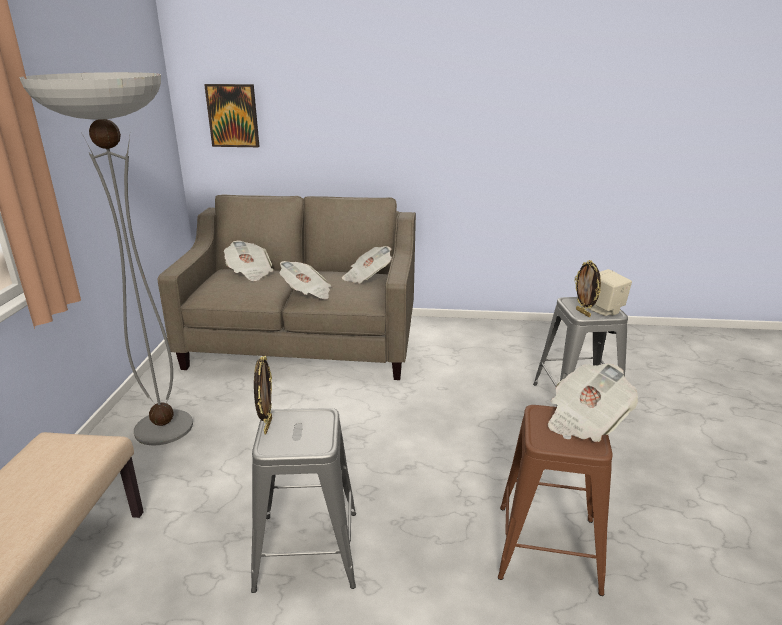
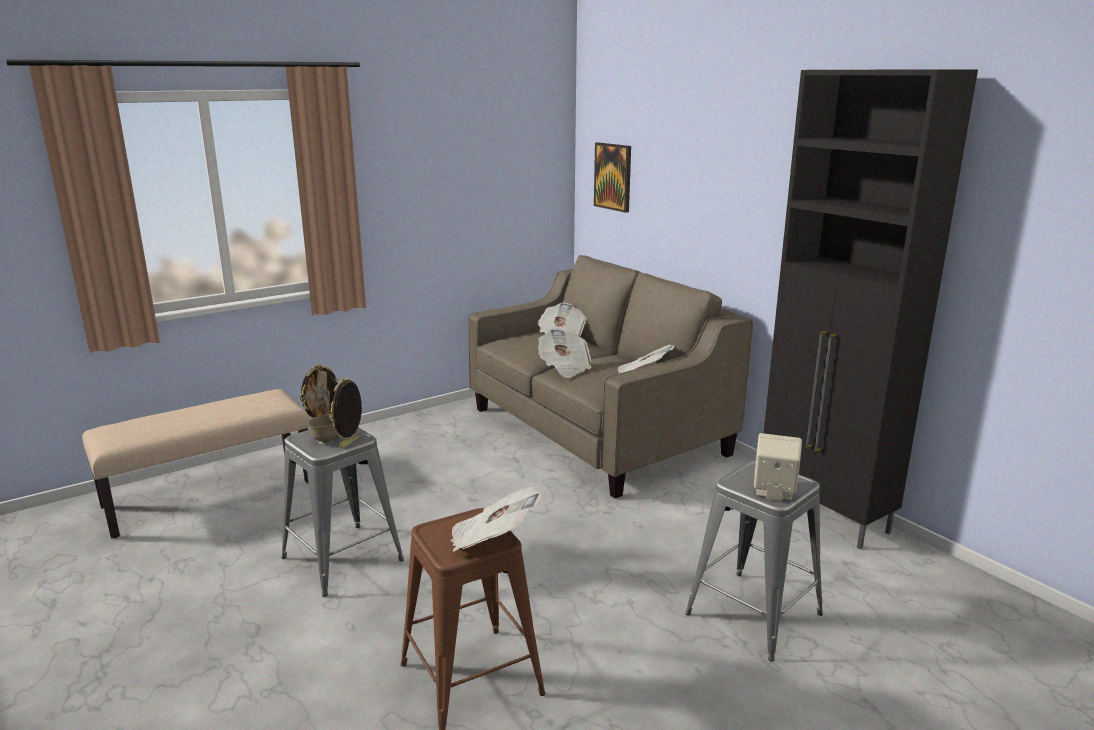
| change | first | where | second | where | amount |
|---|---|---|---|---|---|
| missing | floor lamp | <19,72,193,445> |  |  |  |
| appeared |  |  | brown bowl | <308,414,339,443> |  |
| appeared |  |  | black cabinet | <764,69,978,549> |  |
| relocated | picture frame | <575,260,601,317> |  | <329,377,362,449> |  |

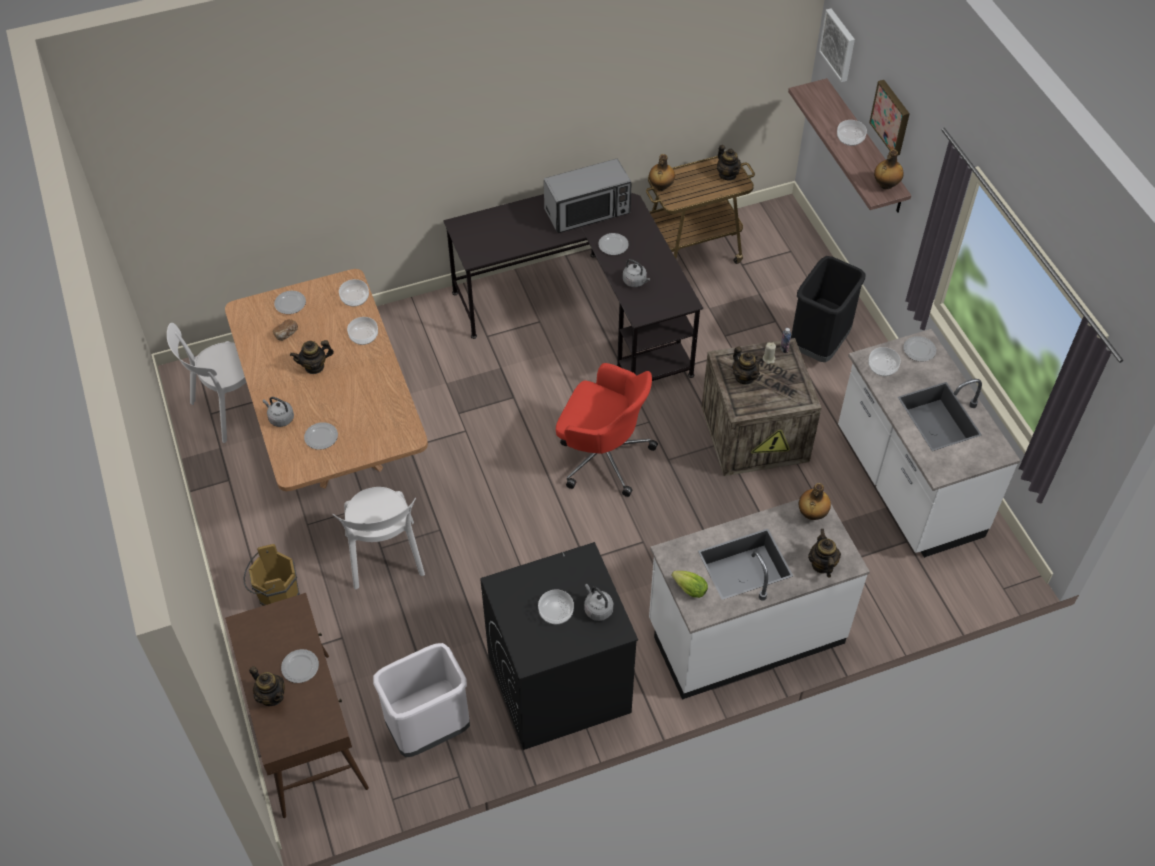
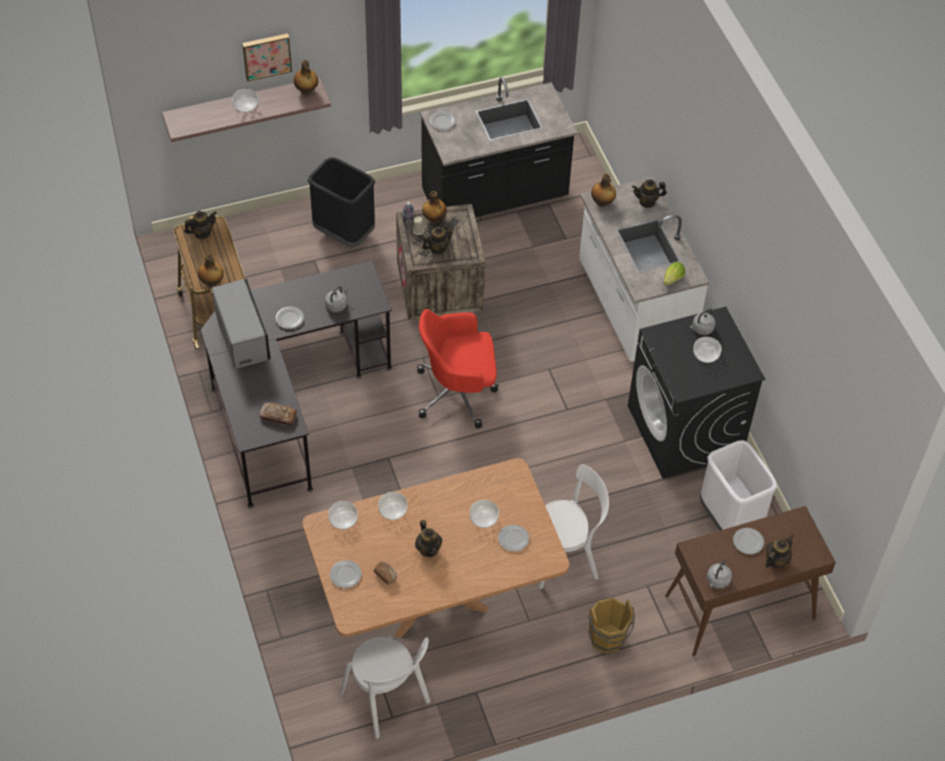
| change | first | where | second | where | amount |
|---|---|---|---|---|---|
| missing | picture | <819,8,855,82> |  |  |  |
| appeared |  |  | bread | <259,403,297,426> |  |
| appeared |  |  | bottle | <422,191,447,223> |  |
| relocated | grey kettle | <263,397,294,427> |  | <707,559,732,589> |  |
| relocated | bowl | <868,347,901,376> |  | <470,500,499,528> |  |
| colour | white counter | <838,329,1020,558> | black counter | <420,77,577,217> |  |
| spun | red office chair | <556,363,658,497> |  | <417,309,499,428> | 120 degrees counterclockwise |

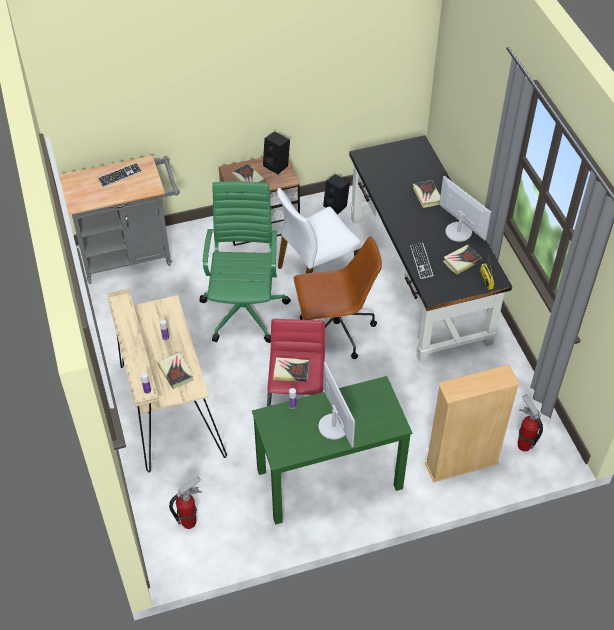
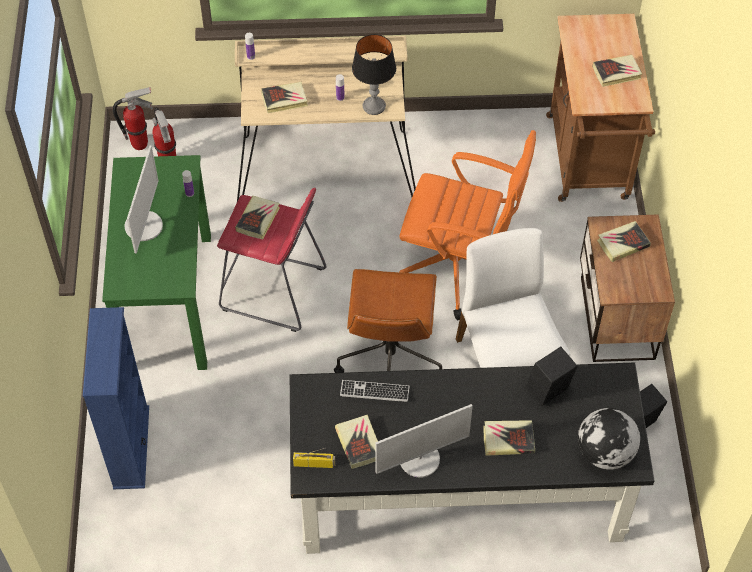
| change | first | where | second | where | amount |
|---|---|---|---|---|---|
| appeared |  |  | table lamp | <352,34,396,115> |  |
| appeared |  |  | globe | <578,408,640,470> |  |
| relocated | black speaker | <263,132,290,174> |  | <526,347,578,406> |  |
| relocated | fire extinguisher | <518,394,543,452> |  | <113,87,153,150> |  |
| exchanged | keyboard | <98,163,142,187> | book | <593,55,642,87> |  |
| colour | grey cart | <59,155,180,284> | brown cart | <546,14,655,202> |  |
| colour | green office chair | <199,181,291,343> | orange office chair | <399,130,536,321> |  |
| colour | beige bookcase | <425,364,520,482> | blue bookcase | <83,307,149,489> |  |
| spun | monitor | <319,362,355,447> |  | <125,145,163,254> | 75 degrees counterclockwise |

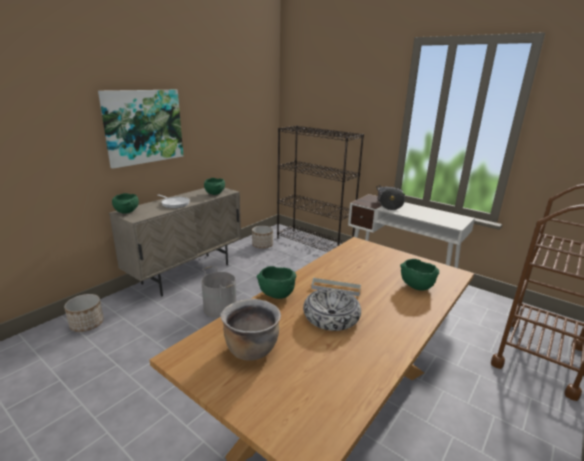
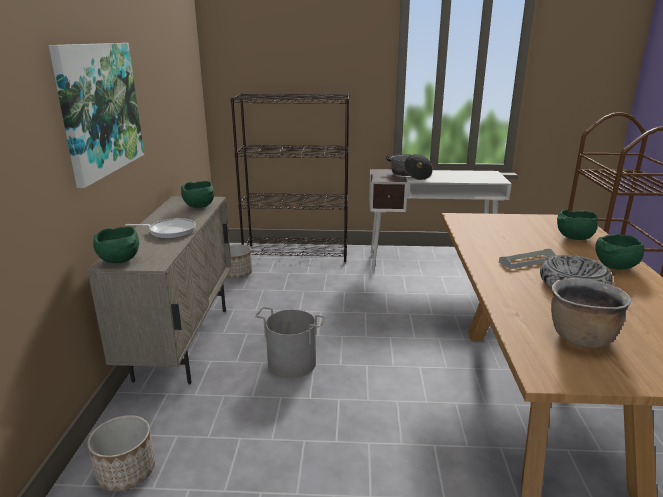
| change | first | where | second | where | amount |
|---|---|---|---|---|---|
| relocated | green bowl | <257,266,297,299> |  | <595,234,644,269> |  |

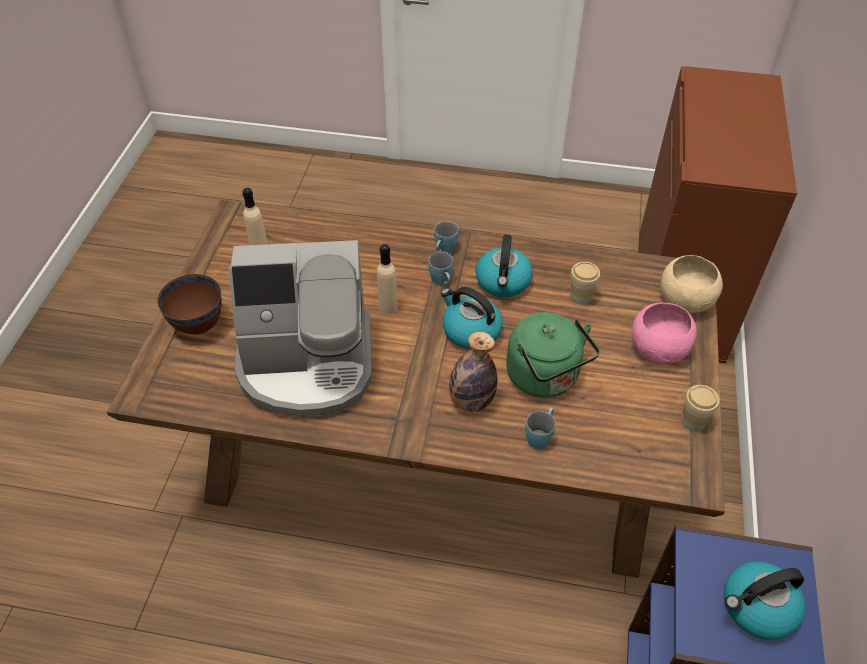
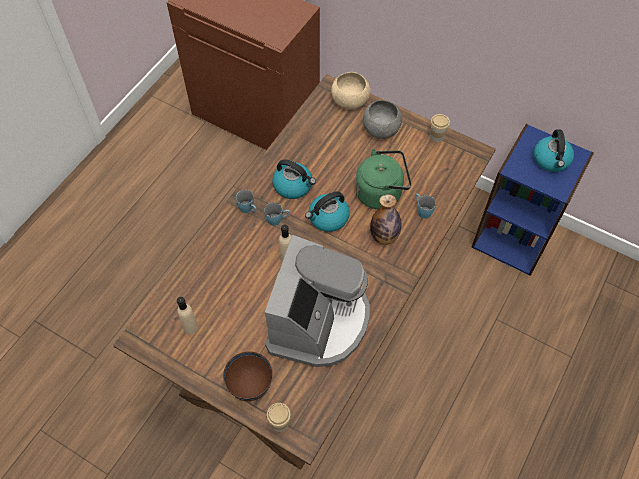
| change | first | where | second | where | amount |
|---|---|---|---|---|---|
| relocated | cup | <570,262,600,305> |  | <266,403,291,432> |  |
| colour | pink bowl | <632,302,697,364> | grey bowl | <363,100,402,139> |  |

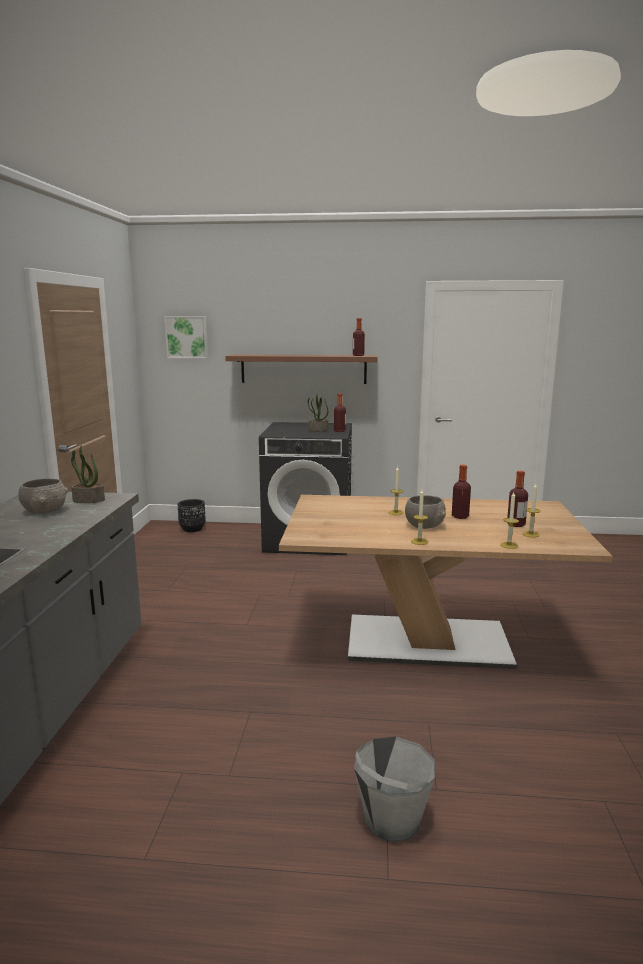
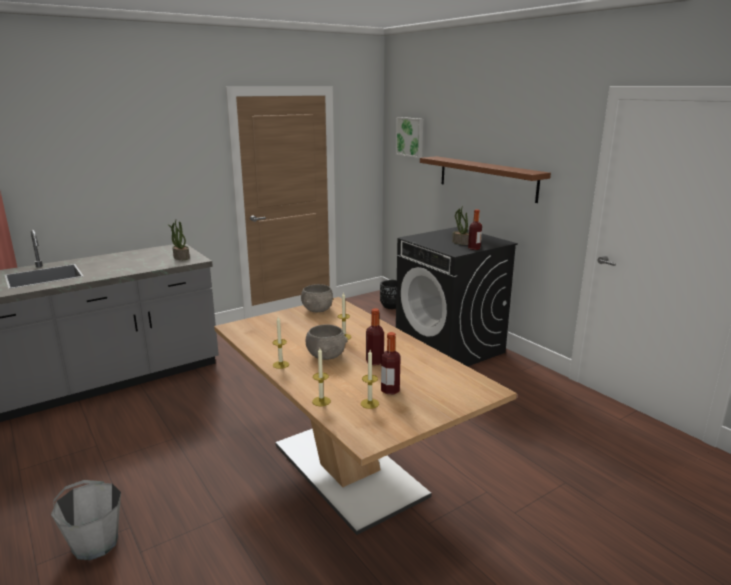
| change | first | where | second | where | amount |
|---|---|---|---|---|---|
| missing | bottle | <353,318,365,356> |  |  |  |
| relocated | grey bowl | <18,478,68,514> |  | <301,284,333,312> |  |

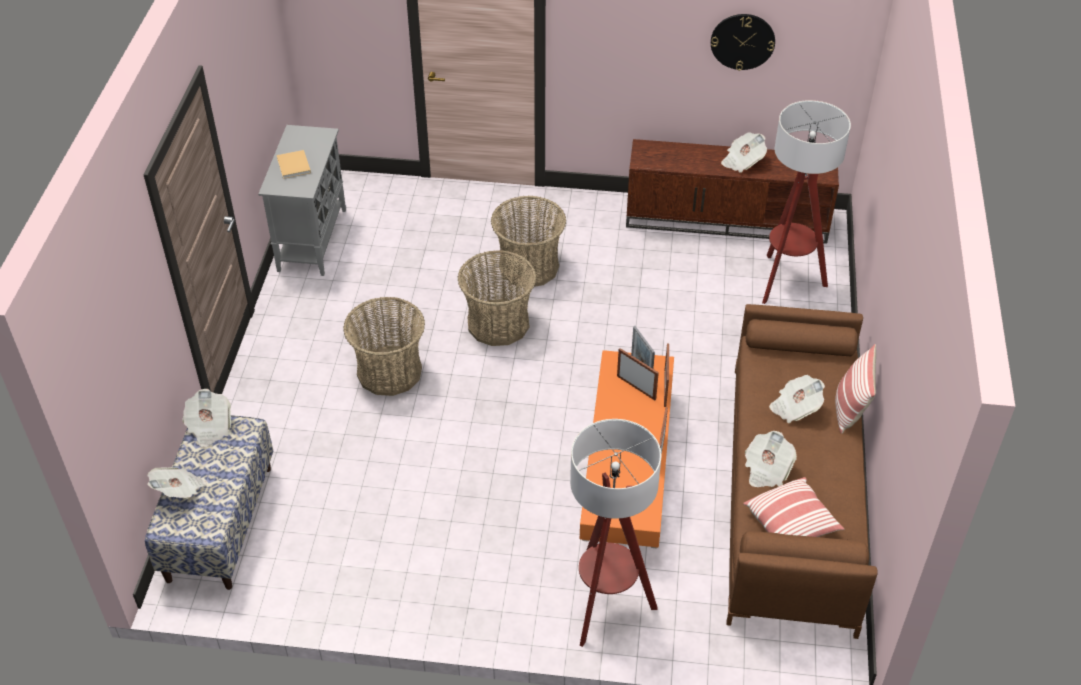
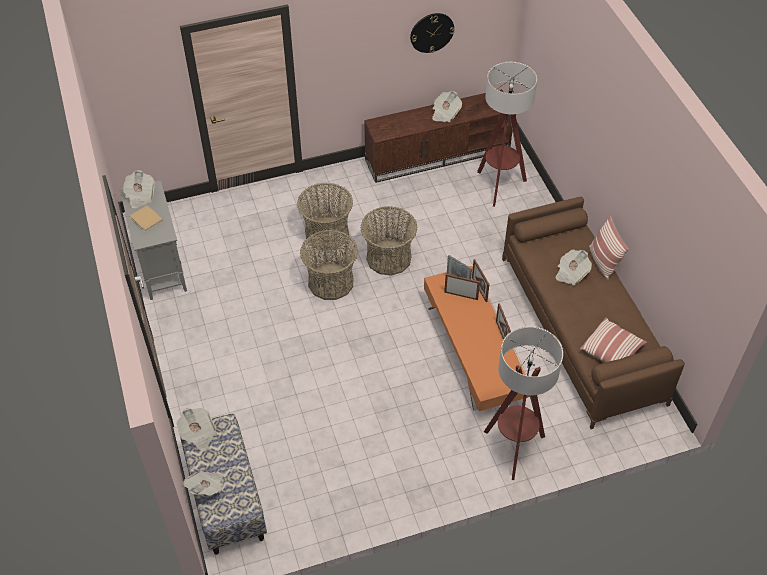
| change | first | where | second | where | amount |
|---|---|---|---|---|---|
| relocated | basket | <343,297,425,396> |  | <361,206,417,276> |  |
| relocated | newspaper | <745,431,797,487> |  | <123,170,155,208> |  |

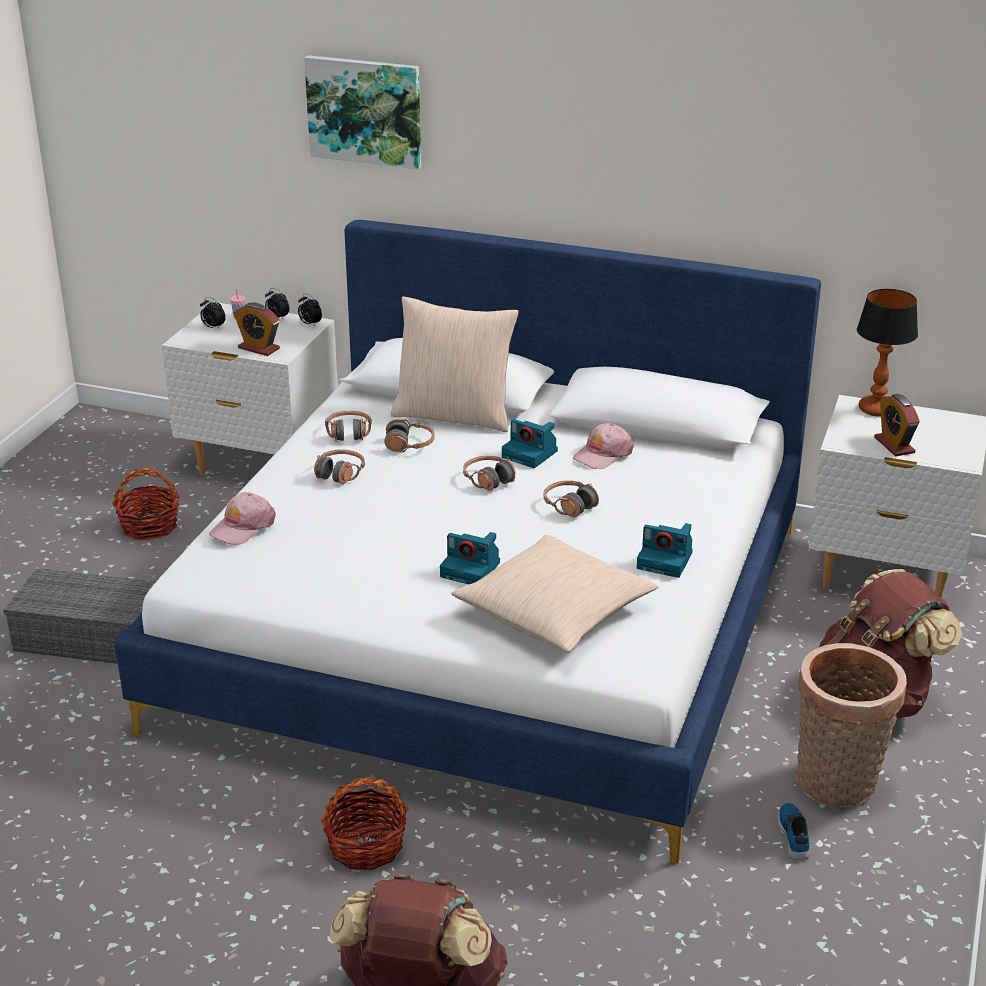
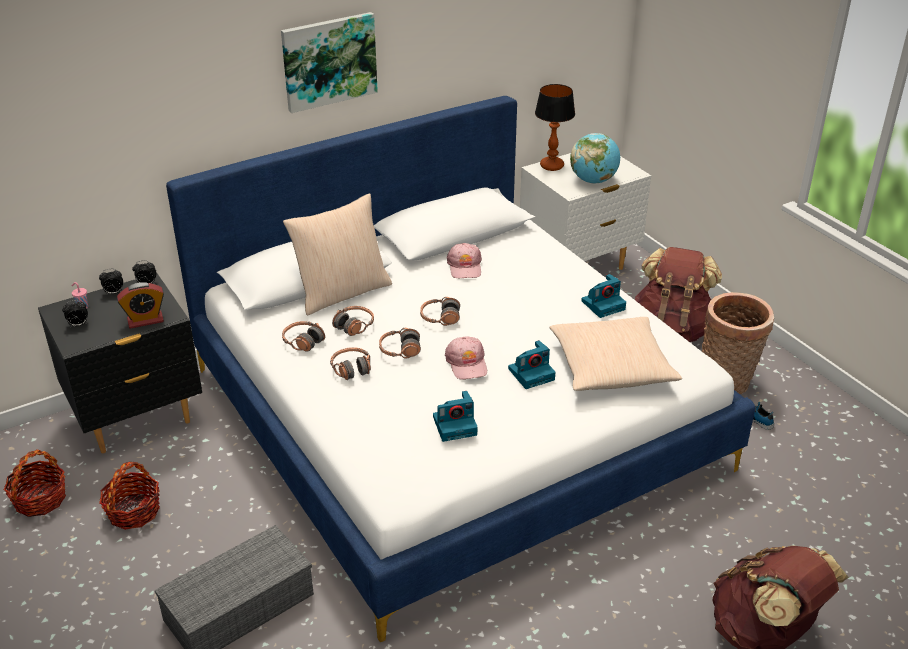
| change | first | where | second | where | amount |
|---|---|---|---|---|---|
| relocated | pink cap | <209,492,276,545> |  | <445,336,487,380> |  |
| relocated | picture | <304,55,421,169> |  | <281,12,378,113> |  |
| relocated | basket | <321,777,408,870> |  | <4,449,66,517> |  |
| relocated | photo camera | <502,419,558,468> |  | <433,391,478,442> |  |
| relocated | headphones | <544,480,599,517> |  | <379,328,421,359> |  |
| exchanged | alarm clock | <874,394,920,456> | globe | <570,133,620,184> |  |
| colour | white nightstand | <162,302,338,475> | black nightstand | <38,273,202,454> |  |

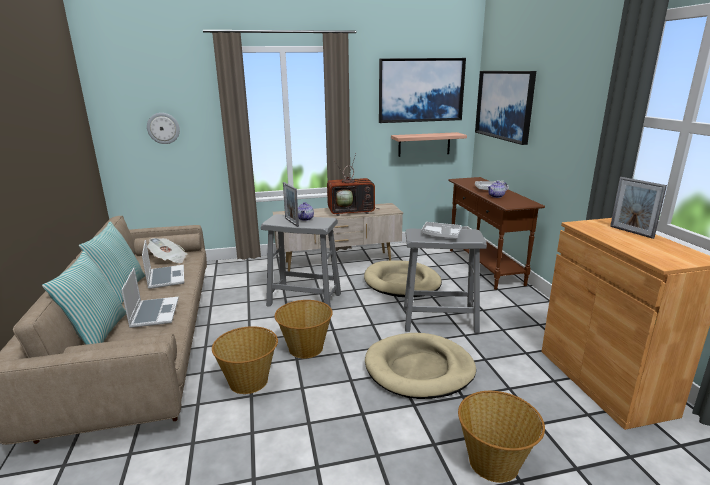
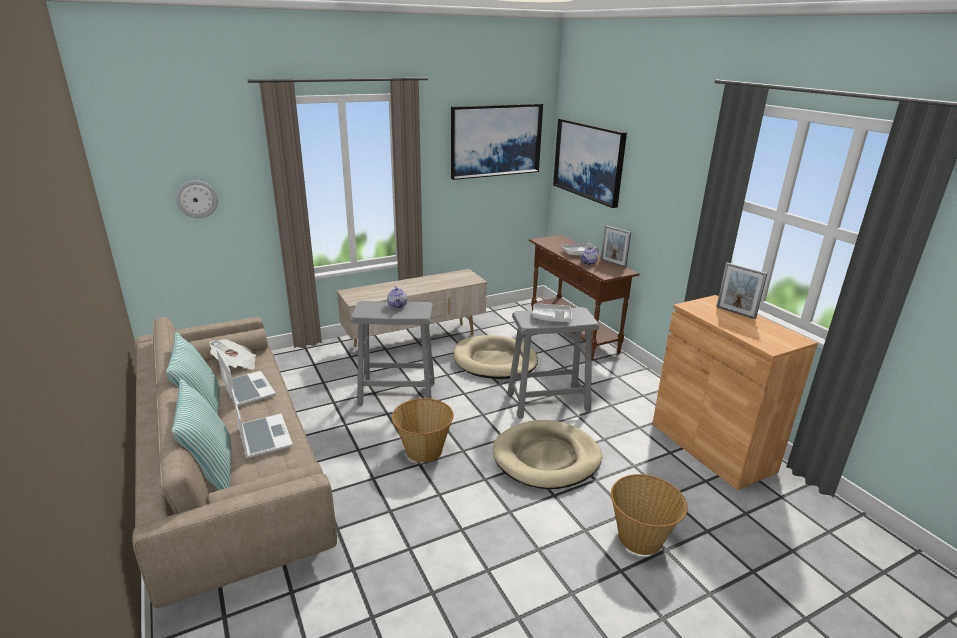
| change | first | where | second | where | amount |
|---|---|---|---|---|---|
| missing | basket | <212,326,278,394> |  |  |  |
| missing | television | <327,154,380,216> |  |  |  |
| missing | shelf | <391,132,467,157> |  |  |  |
| relocated | picture frame | <283,182,299,227> |  | <601,225,631,268> |  |

